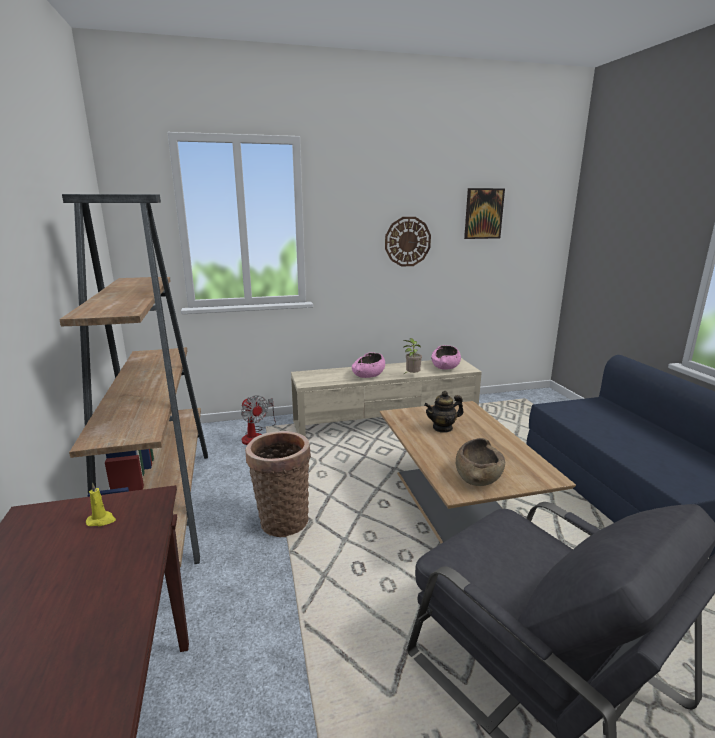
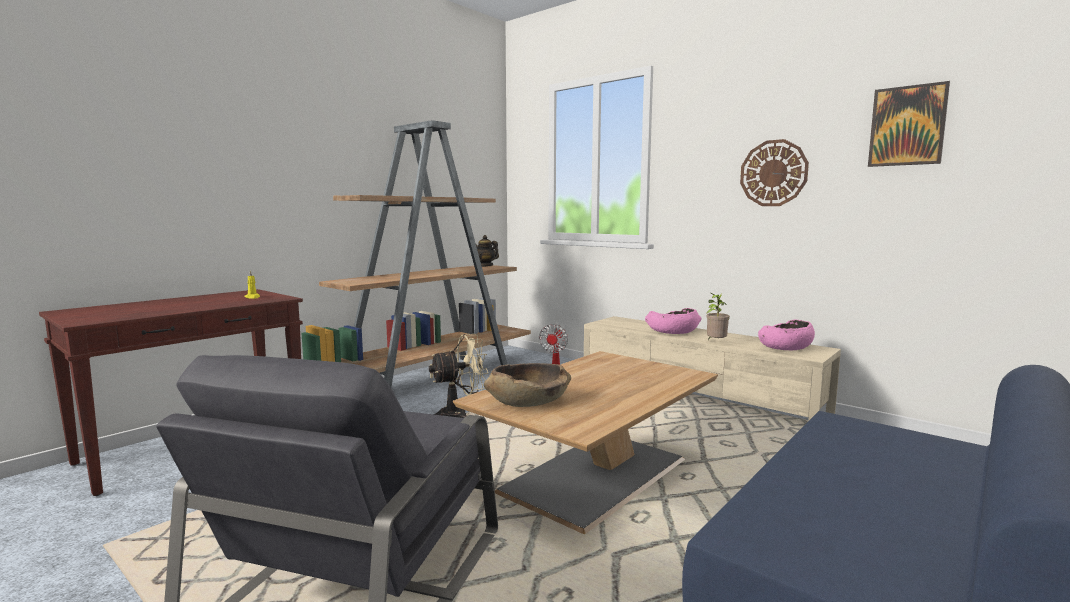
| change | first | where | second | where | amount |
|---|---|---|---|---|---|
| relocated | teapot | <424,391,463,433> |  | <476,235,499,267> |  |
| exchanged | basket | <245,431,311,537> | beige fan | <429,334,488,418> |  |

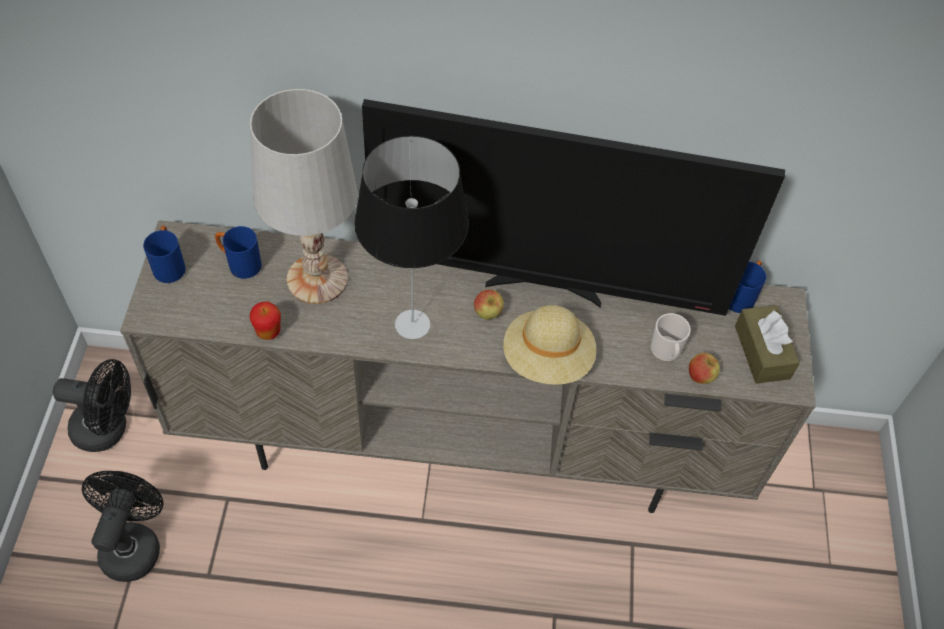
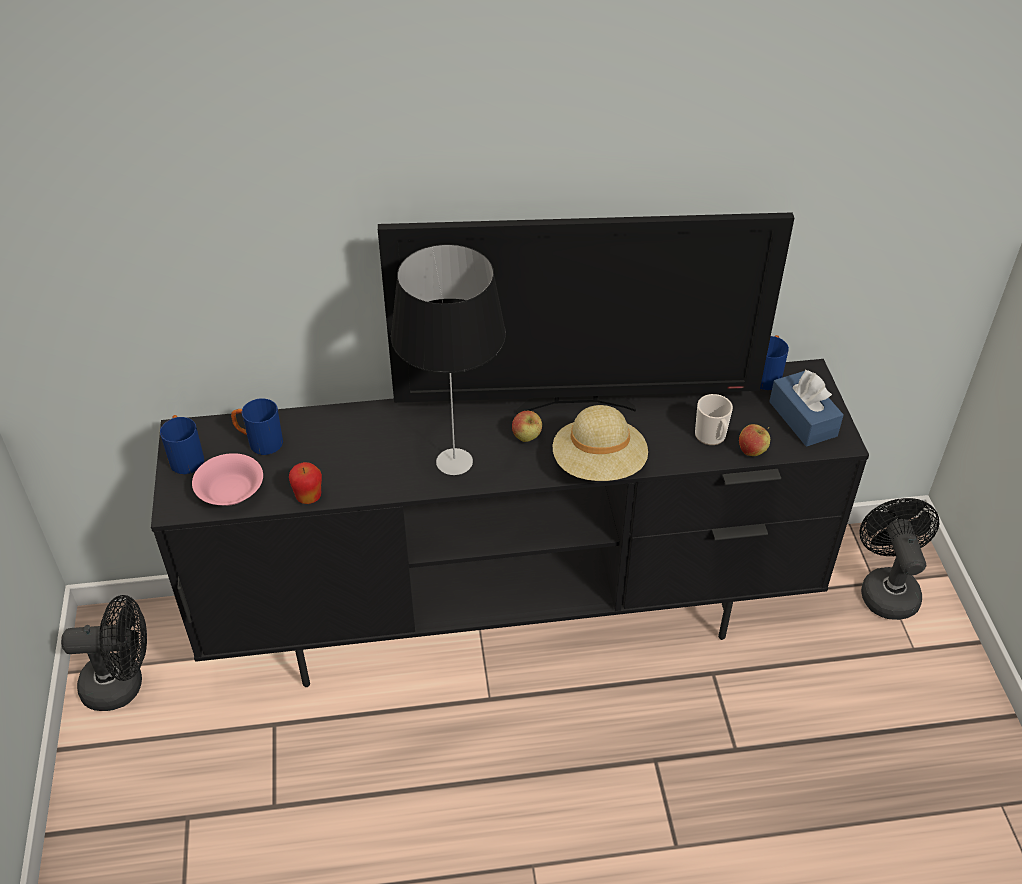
| change | first | where | second | where | amount |
|---|---|---|---|---|---|
| missing | white table lamp | <250,89,358,304> |  |  |  |
| appeared |  |  | pink bowl | <192,453,263,506> |  |
| relocated | black fan | <82,471,164,582> |  | <859,498,939,620> |  |
| colour | beige tv stand | <120,220,816,513> | black tv stand | <151,359,869,687> |  |
| colour | brown tissue box | <735,305,800,384> | blue tissue box | <769,369,844,446> |  |

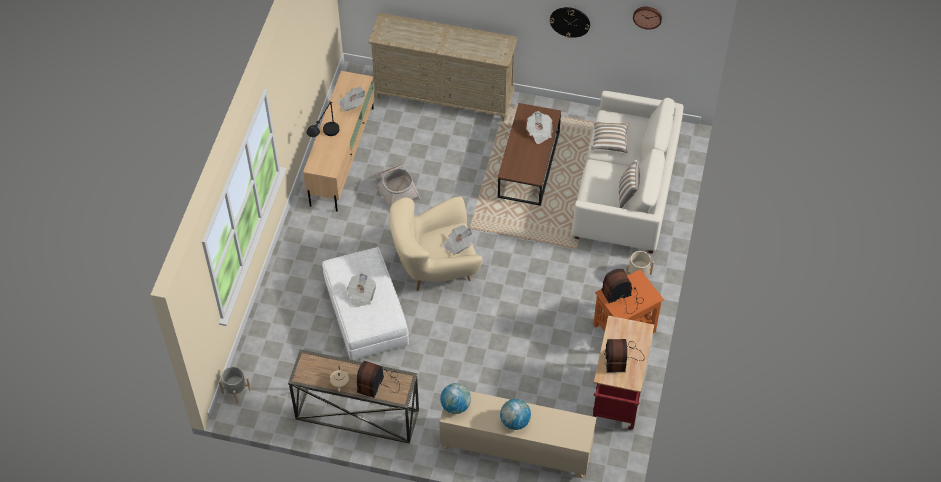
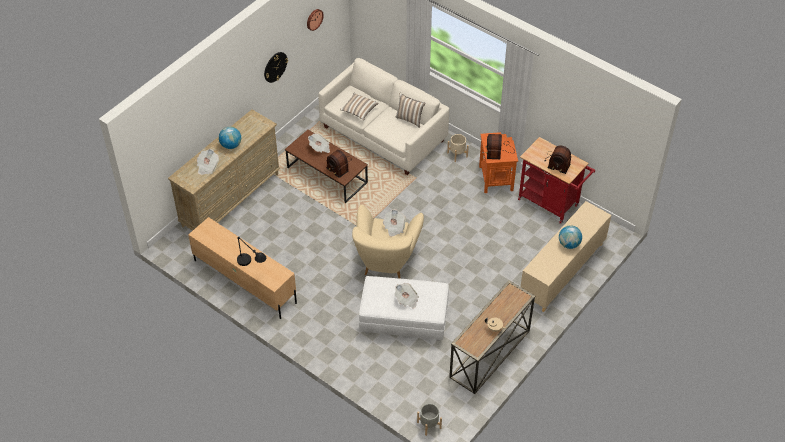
| change | first | where | second | where | amount |
|---|---|---|---|---|---|
| missing | basket | <374,164,421,207> |  |  |  |
| relocated | newspaper | <338,87,366,112> |  | <197,149,219,175> |  |
| relocated | radio | <357,361,400,398> |  | <326,150,351,178> |  |
| relocated | globe | <440,383,471,414> |  | <219,126,241,149> |  |

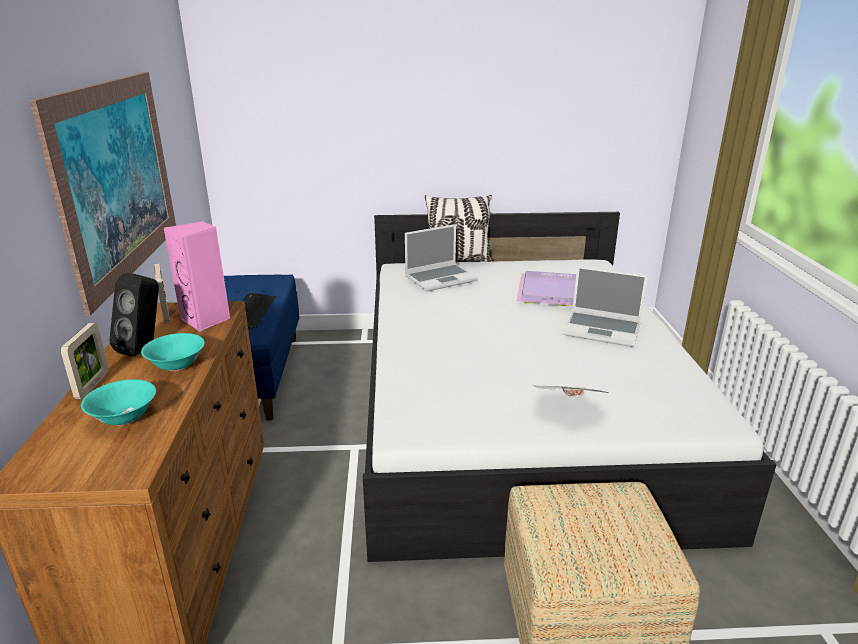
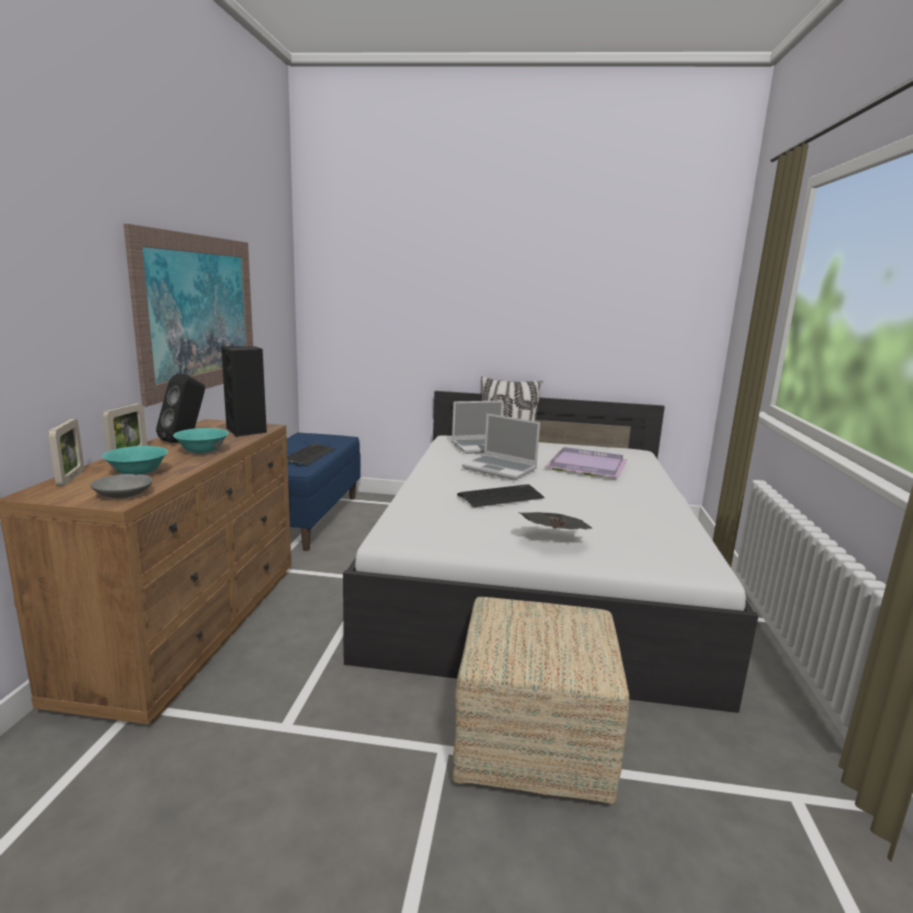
| change | first | where | second | where | amount |
|---|---|---|---|---|---|
| appeared |  |  | grey bowl | <90,474,152,498> |  |
| appeared |  |  | keyboard | <457,484,545,507> |  |
| relocated | picture frame | <154,264,170,323> |  | <49,419,84,486> |  |
| relocated | laptop | <563,266,648,347> |  | <462,413,540,480> |  |
| colour | pink speaker | <164,221,230,332> | black speaker | <221,346,267,437> |  |

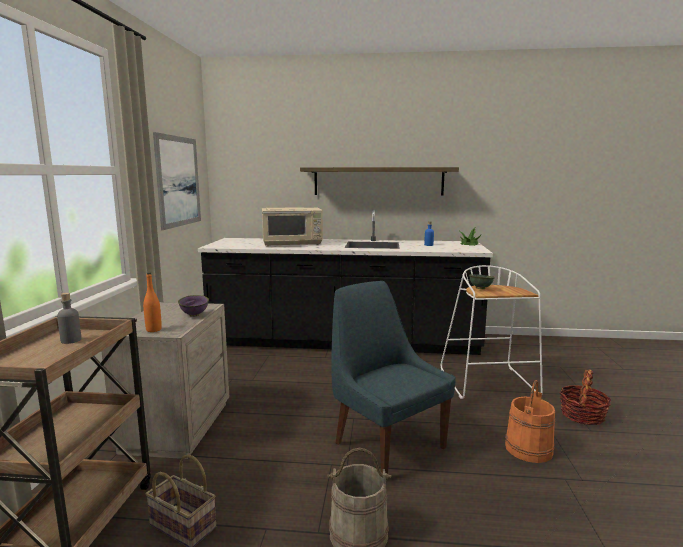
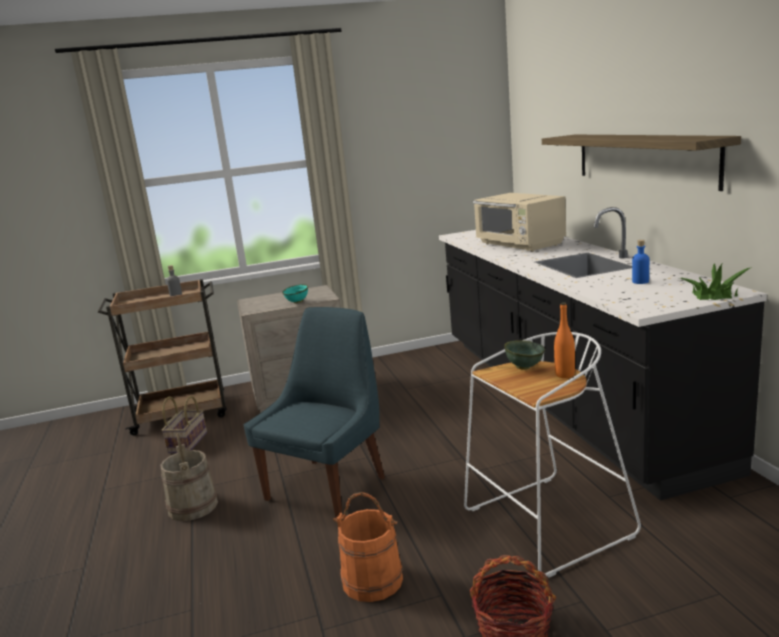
| change | first | where | second | where | amount |
|---|---|---|---|---|---|
| missing | picture | <153,132,201,230> |  |  |  |
| relocated | orange bottle | <143,273,162,332> |  | <554,302,575,378> |  |
| colour | purple bowl | <178,295,209,317> | turquoise bowl | <282,284,308,304> |  |

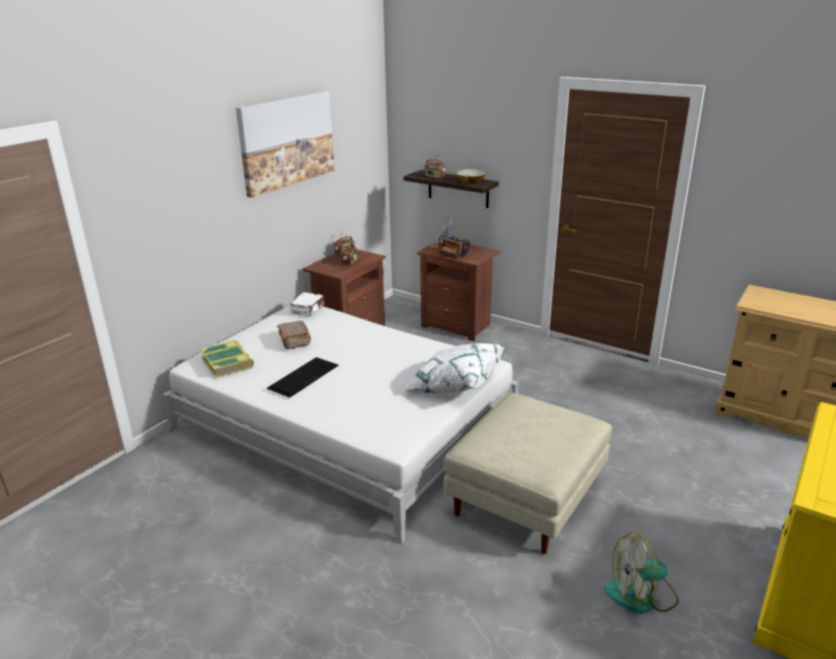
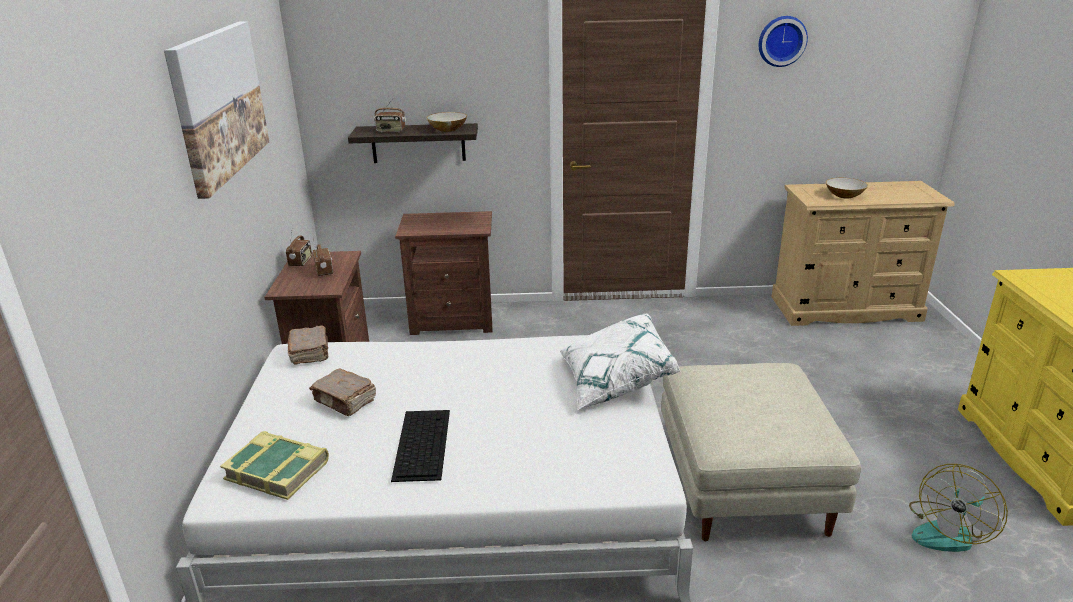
| change | first | where | second | where | amount |
|---|---|---|---|---|---|
| missing | radio | <437,217,471,258> |  |  |  |
| appeared |  |  | wall clock | <759,16,808,67> |  |
| appeared |  |  | bowl | <826,178,868,198> |  |
| colour | white book | <289,292,325,316> | brown book | <288,325,328,365> |  |

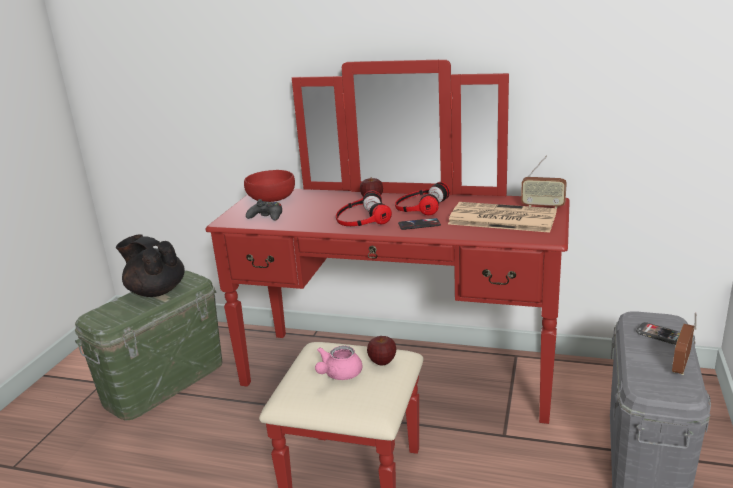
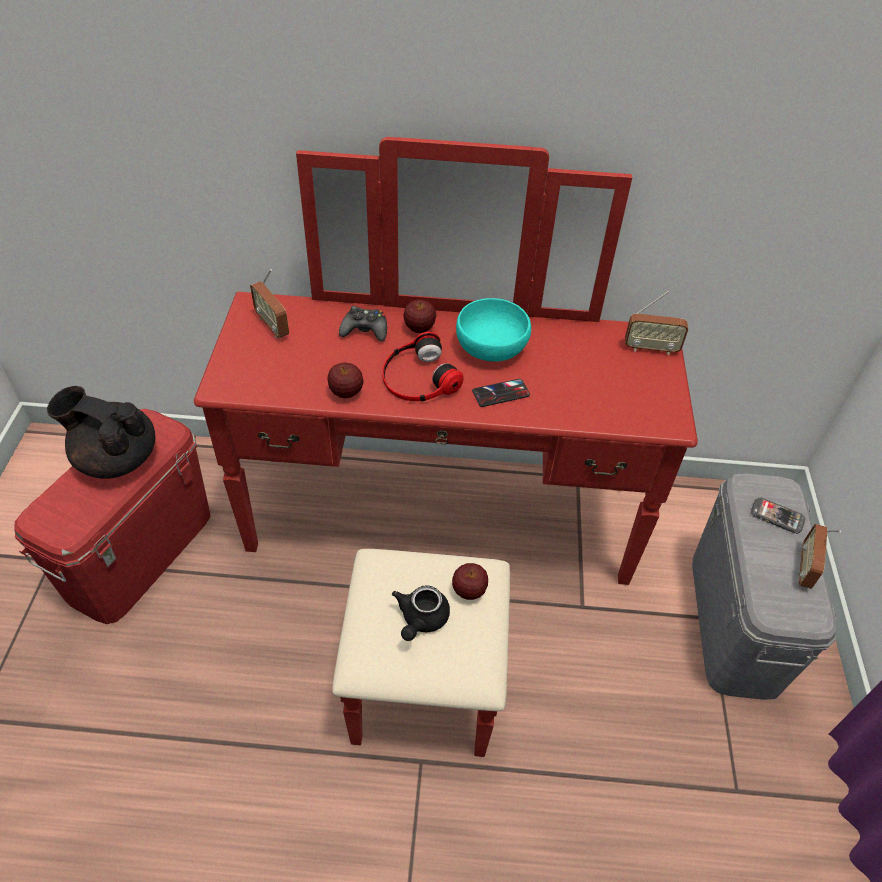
| change | first | where | second | where | amount |
|---|---|---|---|---|---|
| missing | newspaper | <448,202,557,233> |  |  |  |
| appeared |  |  | apple | <327,362,364,398> |  |
| relocated | black game controller | <246,199,282,221> |  | <339,306,387,341> |  |
| exchanged | red bowl | <244,170,295,202> | radio | <250,269,289,338> |  |
| exchanged | headphones | <395,182,450,215> | turquoise bowl | <456,298,531,362> |  |
| colour | green storage box | <75,270,222,421> | red storage box | <14,409,211,624> |  |
| colour | pink teapot | <315,346,362,380> | black teapot | <392,586,450,641> |  |

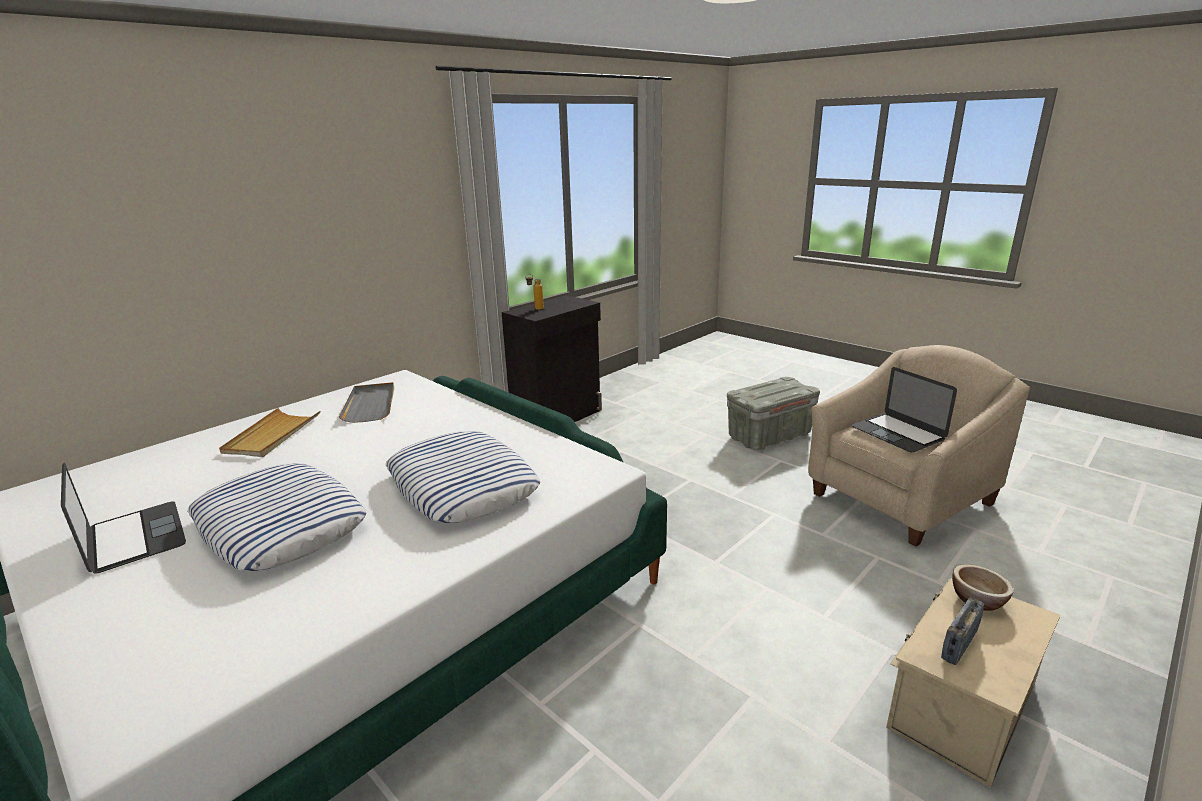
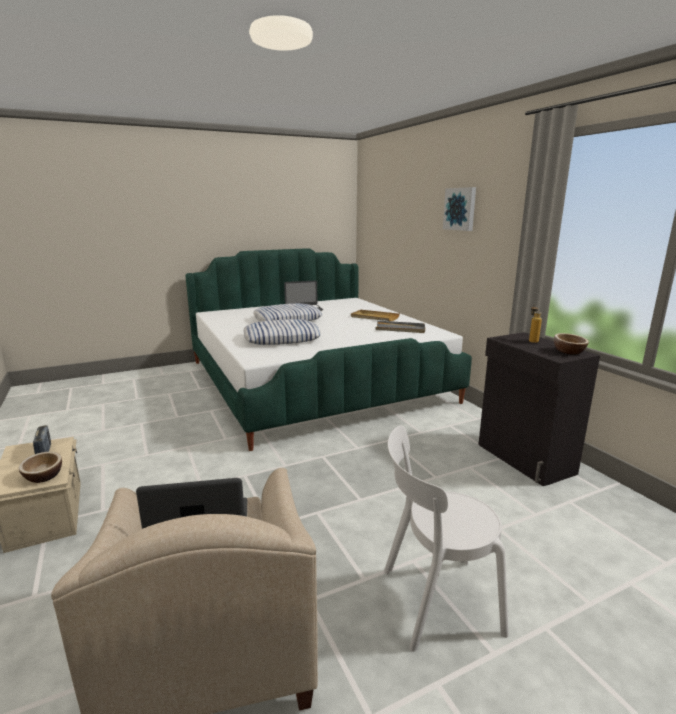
| change | first | where | second | where | amount |
|---|---|---|---|---|---|
| appeared |  |  | picture | <443,187,476,231> |  |
| appeared |  |  | bowl | <554,333,589,355> |  |
| exchanged | grey storage box | <727,377,820,450> | white chair | <384,425,509,652> |  |

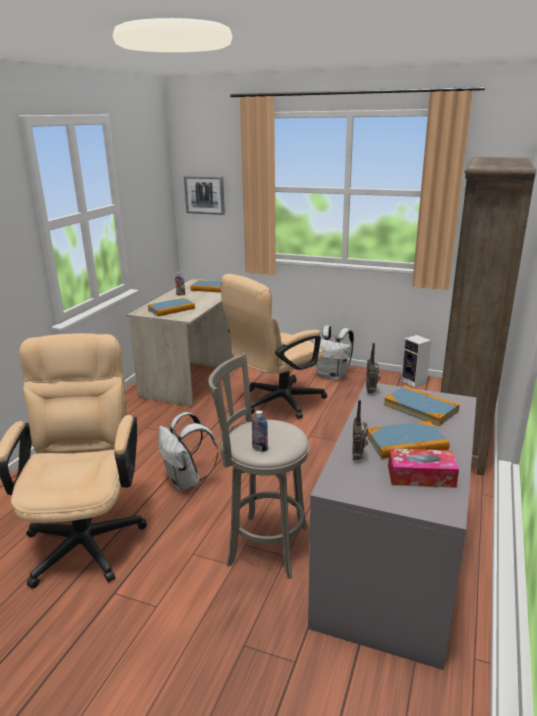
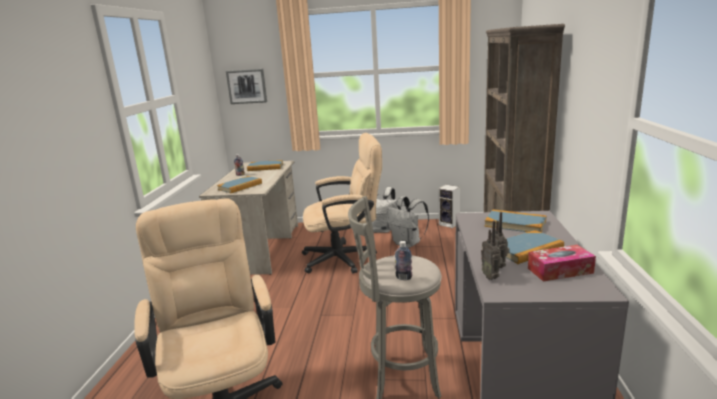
| change | first | where | second | where | amount |
|---|---|---|---|---|---|
| relocated | white backpack | <158,412,218,491> |  | <386,196,429,248> |  |
| relocated | radio | <366,343,380,393> |  | <481,221,503,280> |  |
| spun | beige office chair | <221,274,327,419> |  | <302,133,382,273> | 135 degrees counterclockwise |

